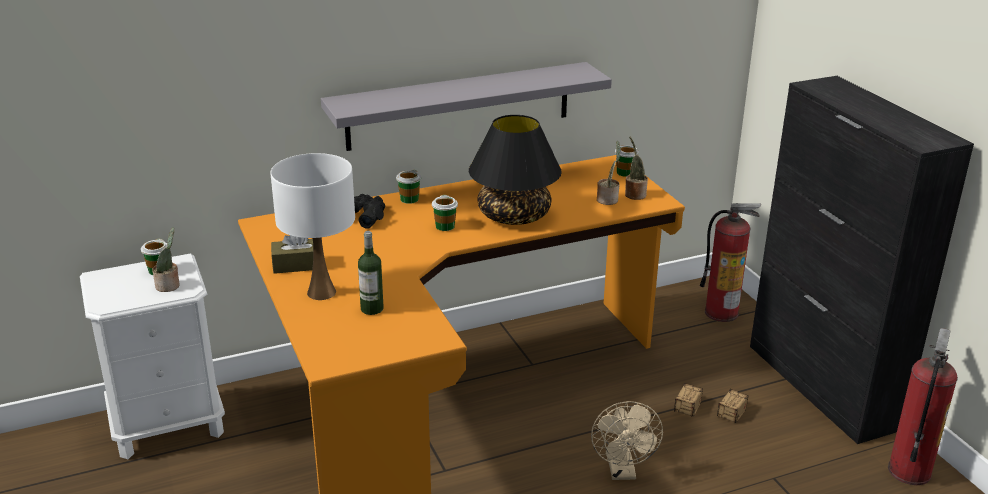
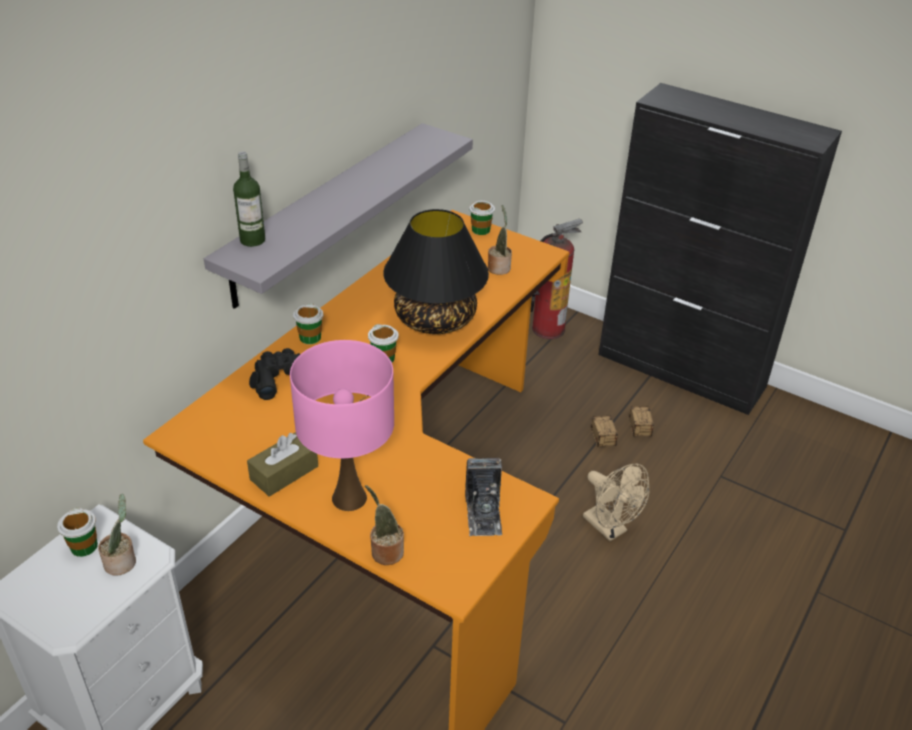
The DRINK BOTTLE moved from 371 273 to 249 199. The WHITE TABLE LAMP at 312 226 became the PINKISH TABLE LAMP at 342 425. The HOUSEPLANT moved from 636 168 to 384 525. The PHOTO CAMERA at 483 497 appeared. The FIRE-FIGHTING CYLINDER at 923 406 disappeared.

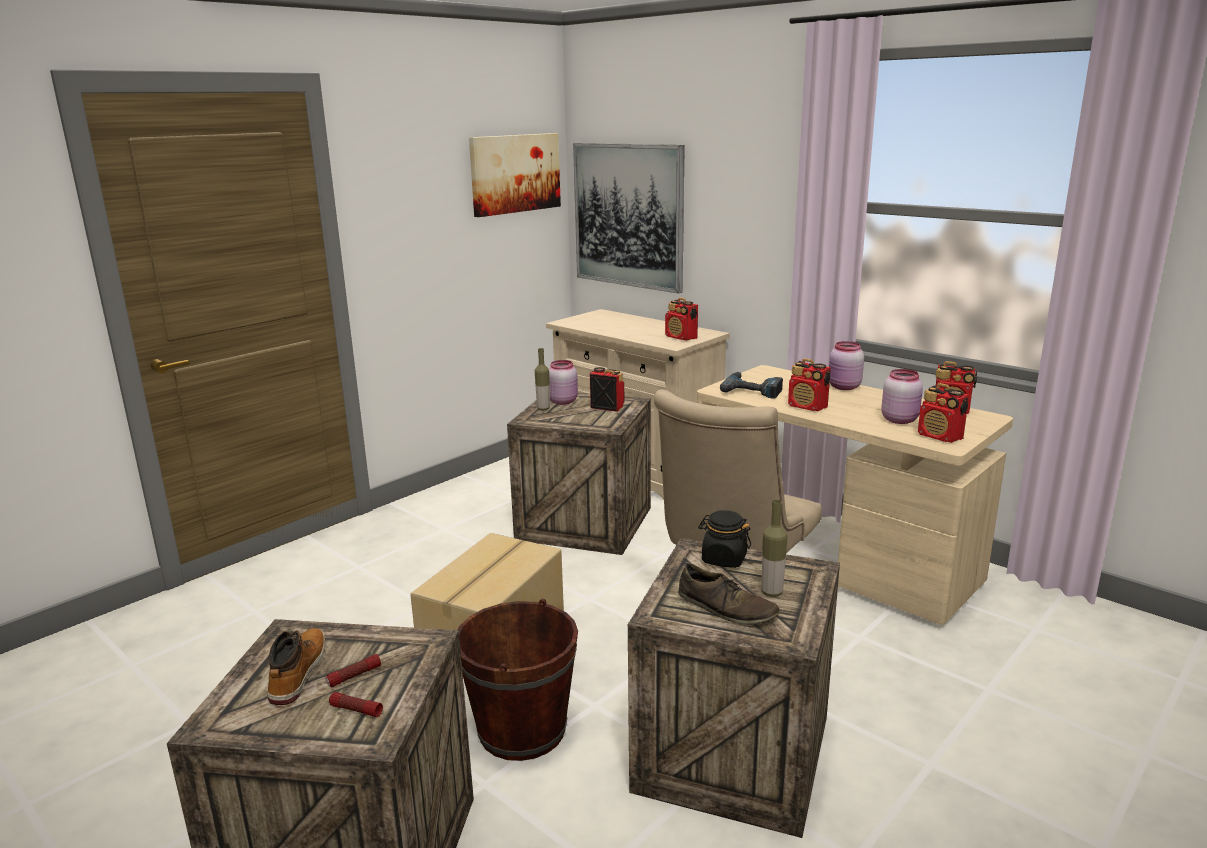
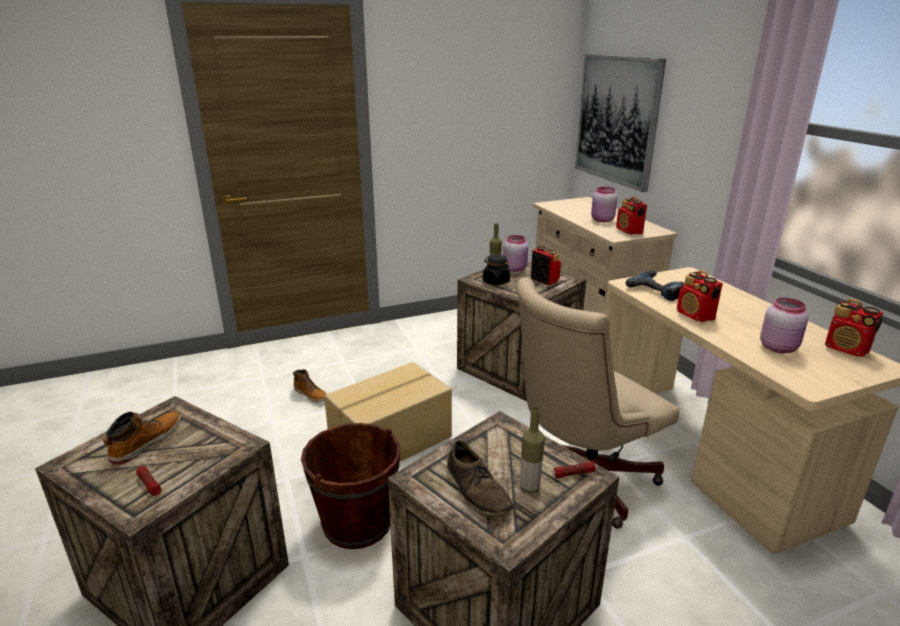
The TALL BOOT at 309 385 appeared. The BLACKISH PRESERVE JAR moved from 724 539 to 496 269. The FLASHLIGHT moved from 353 670 to 574 469. The PINKISH PRESERVE JAR moved from 846 365 to 604 204. The WALL PICTURE at 515 175 disappeared. The RADIO RECEIVER at 943 413 disappeared.

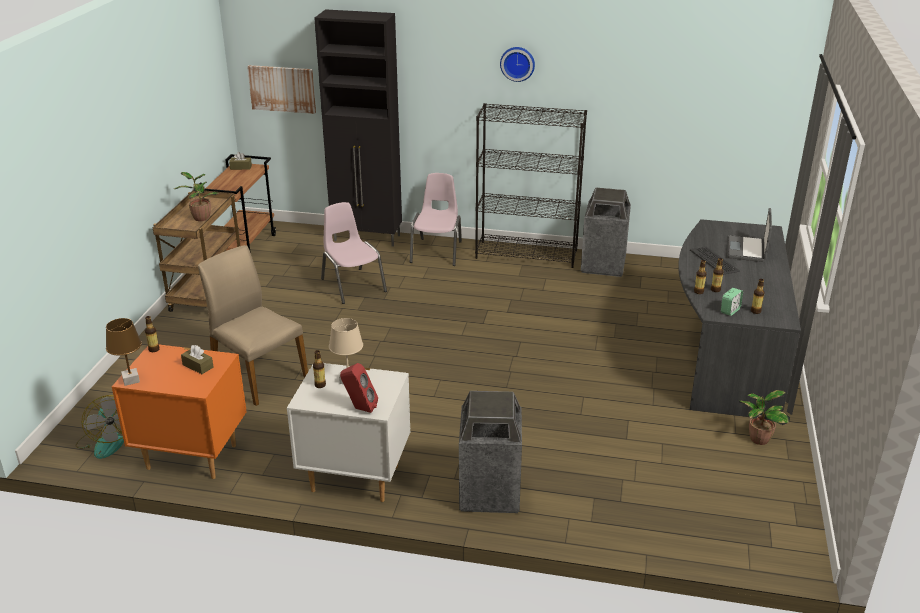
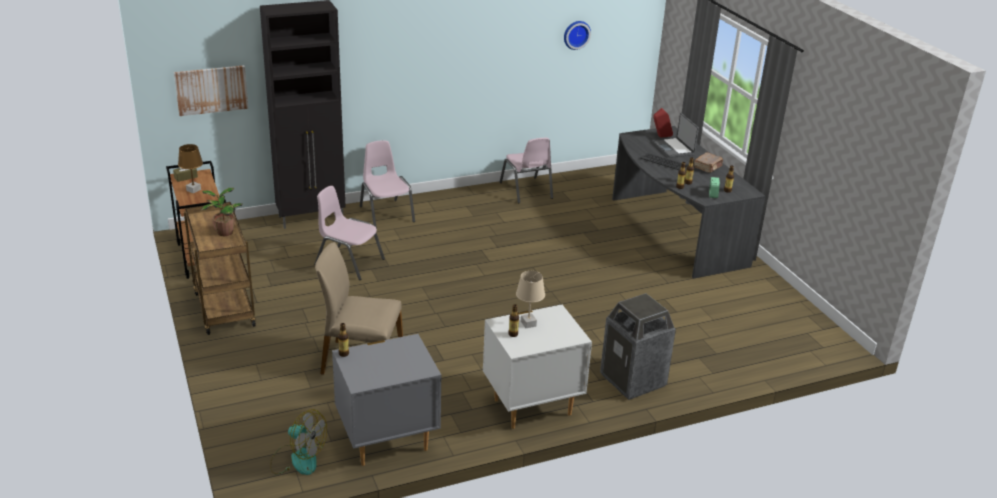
The BROWNISH TABLE LAMP moved from 124 352 to 190 169. The ORANGE-COLOURED NIGHTSTAND at 179 411 became the GRAY NIGHTSTAND at 386 400. The RUBBISH BIN at 606 232 was replaced by the PINKISH CHAIR at 526 170. The WALL CLOCK moved from 517 64 to 577 35. The REDDISH AUDIO SPEAKER moved from 359 388 to 663 122. The BROWNISH BOOK at 708 162 appeared. The BROWNISH TISSUE BOX at 197 359 disappeared. The BLACKISH BOOKSHELF at 531 185 disappeared. The HOUSEPLANT at 764 417 disappeared.

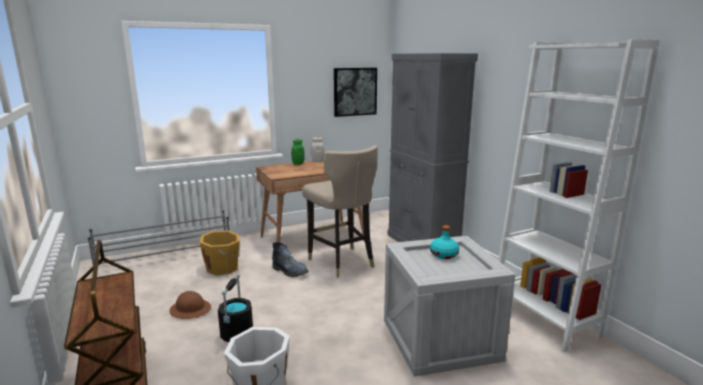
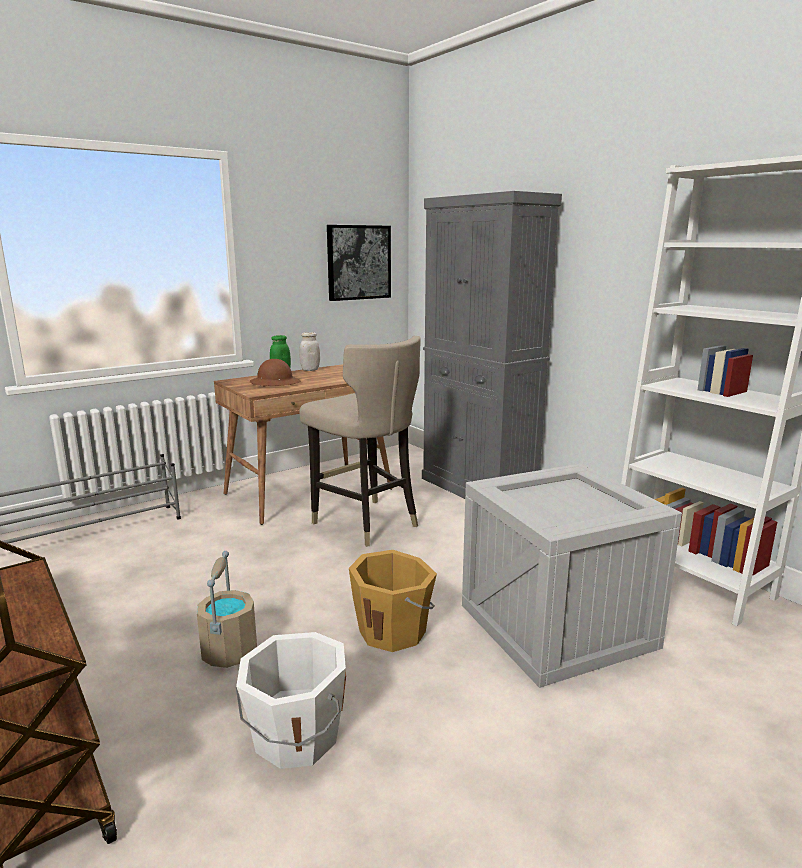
The BLACKISH WATER BUCKET at 235 308 became the SAND-COLOURED WATER BUCKET at 227 609. The BROWNISH SAFETY HELMET moved from 190 305 to 275 373. The ORANGE-COLOURED WATER BUCKET moved from 220 252 to 393 601. The TALL BOOT at 290 259 disappeared. The BLUE-GREEN DRINK BOTTLE at 444 242 disappeared.

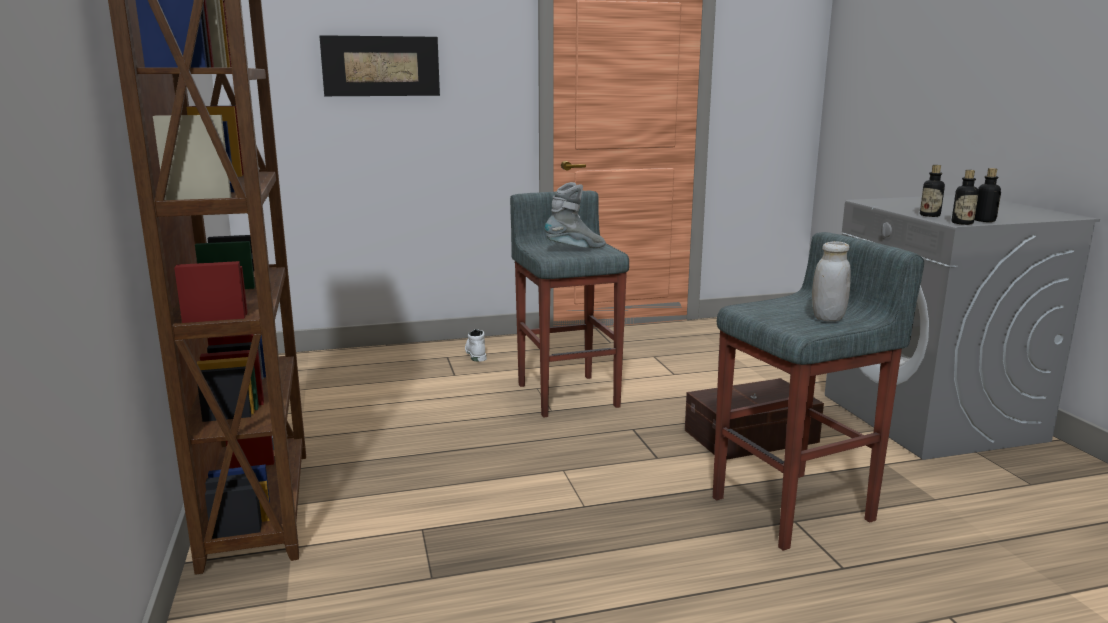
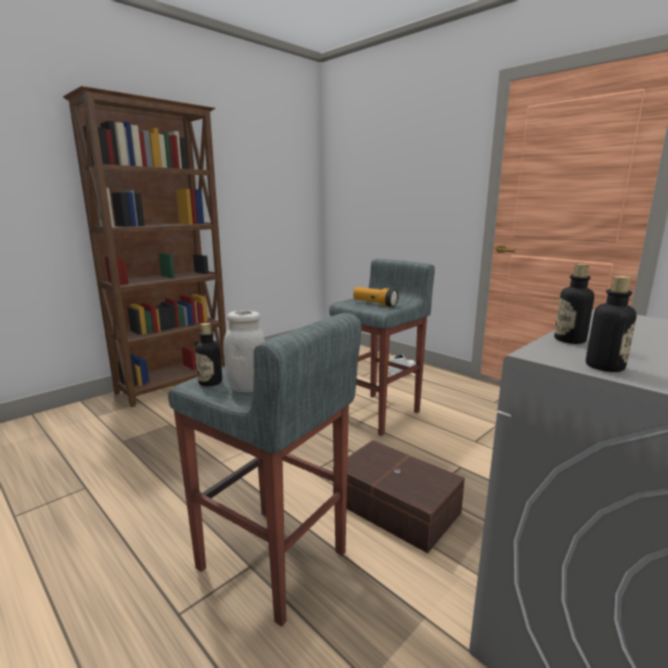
The DRINK BOTTLE moved from 965 197 to 208 354. The GRAY TALL BOOT at 575 215 was replaced by the FLASHLIGHT at 376 297. The WALL PICTURE at 379 65 disappeared.

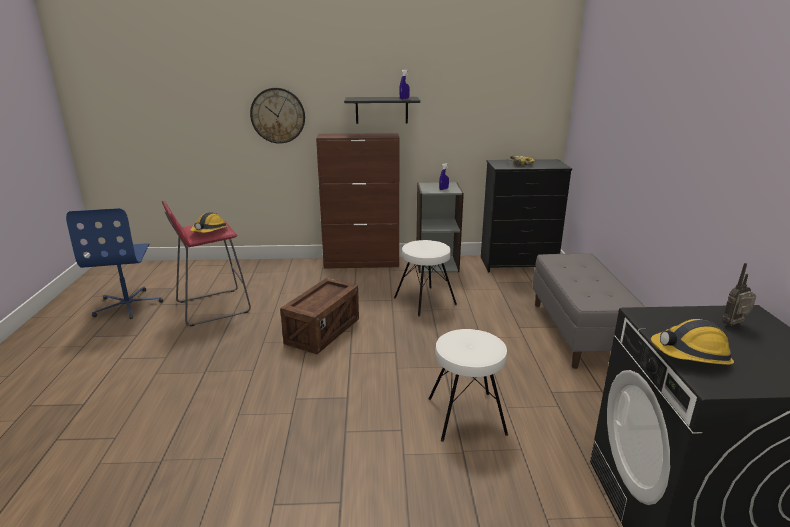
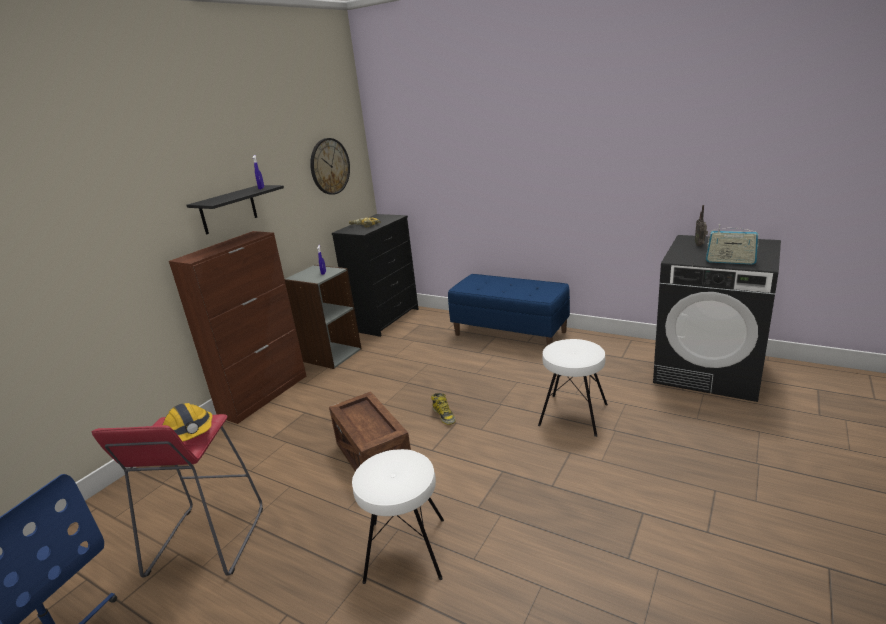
The WALL CLOCK moved from 277 116 to 330 166. The WHITE STOOL SEAT moved from 425 278 to 398 516. The TALL BOOT at 443 409 appeared. The GRAY BENCH at 588 311 became the BLUISH BENCH at 509 309. The SAFETY HELMET at 692 342 was replaced by the RADIO RECEIVER at 732 245.

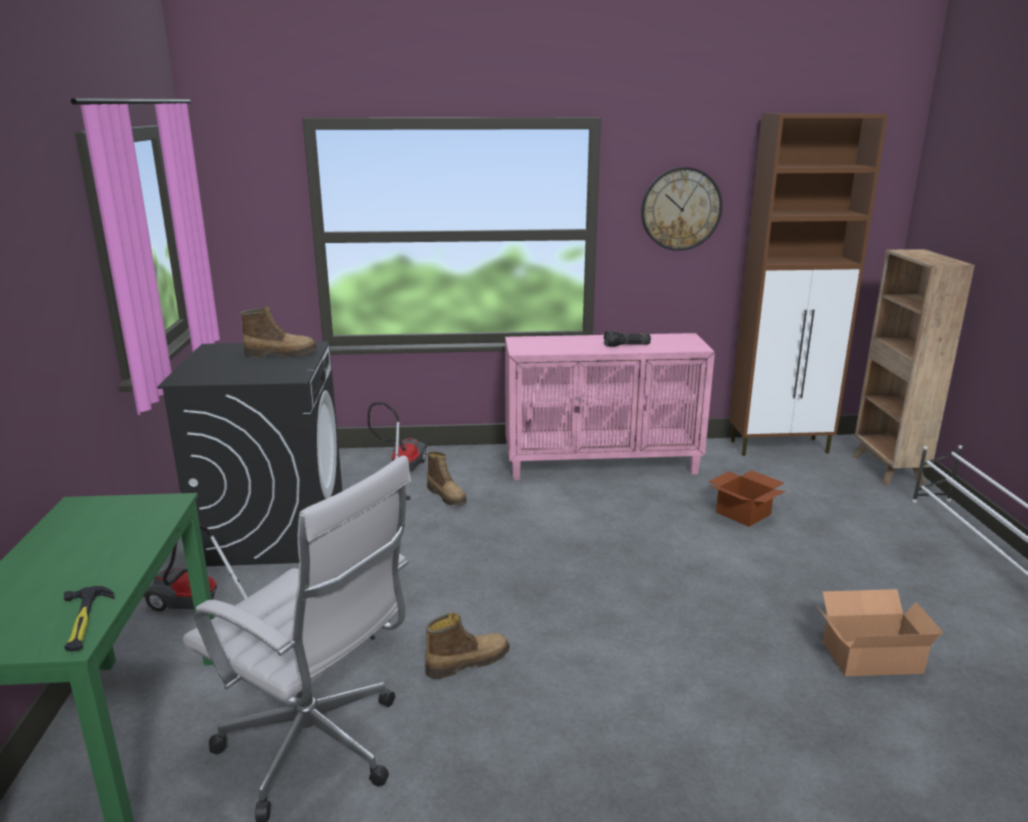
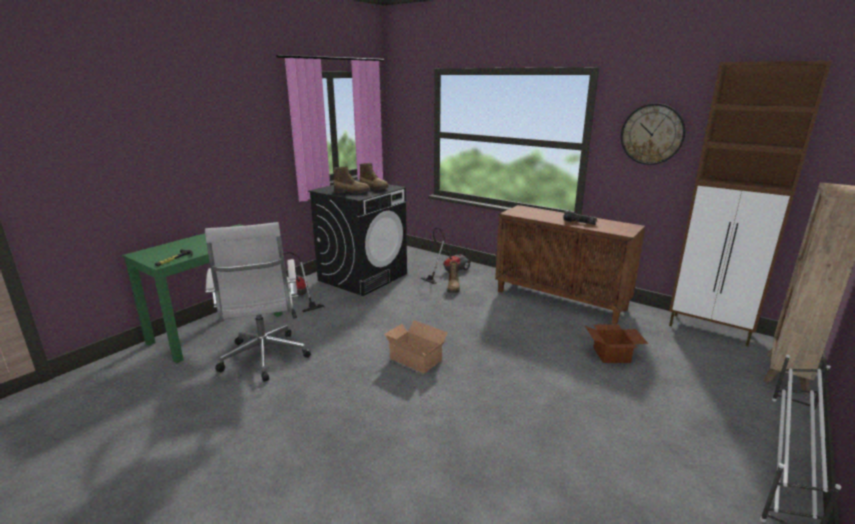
The TALL BOOT moved from 467 646 to 351 180. The PACKING BOX moved from 880 632 to 416 346. The PINKISH CABINET at 610 406 became the BROWNISH CABINET at 570 264.

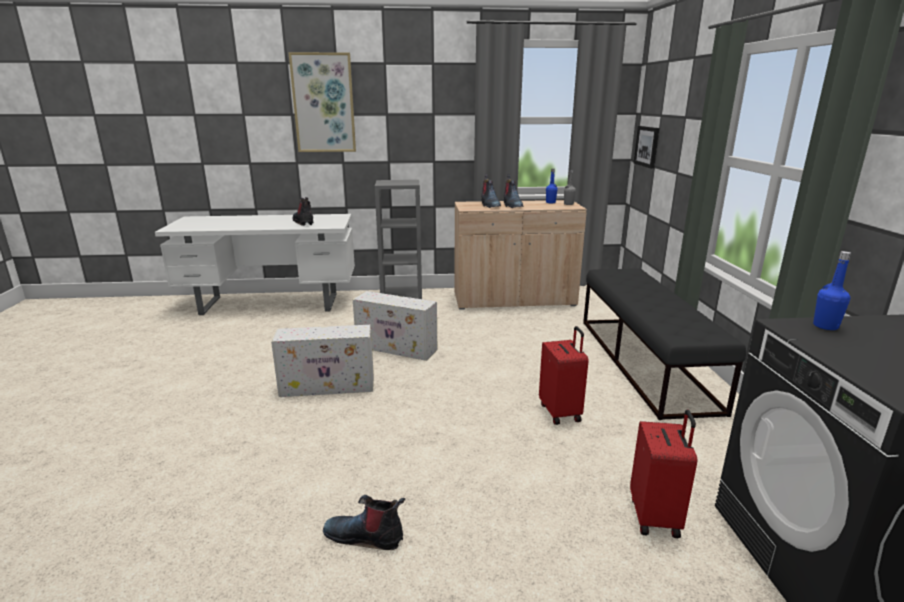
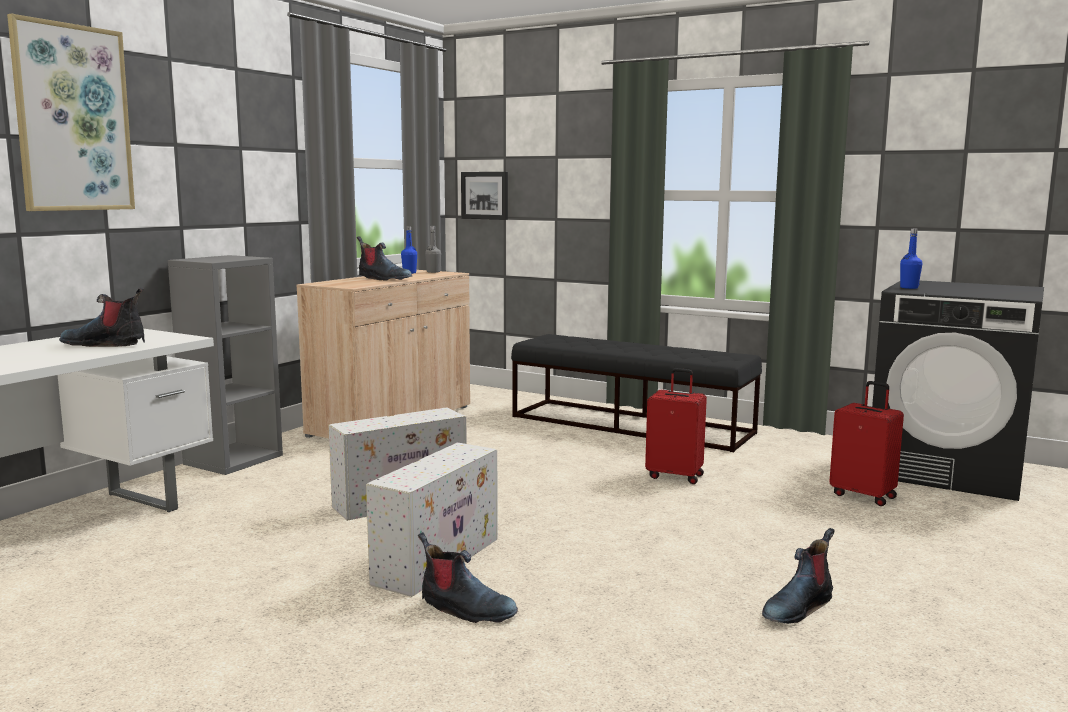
The TALL BOOT moved from 491 191 to 468 577.

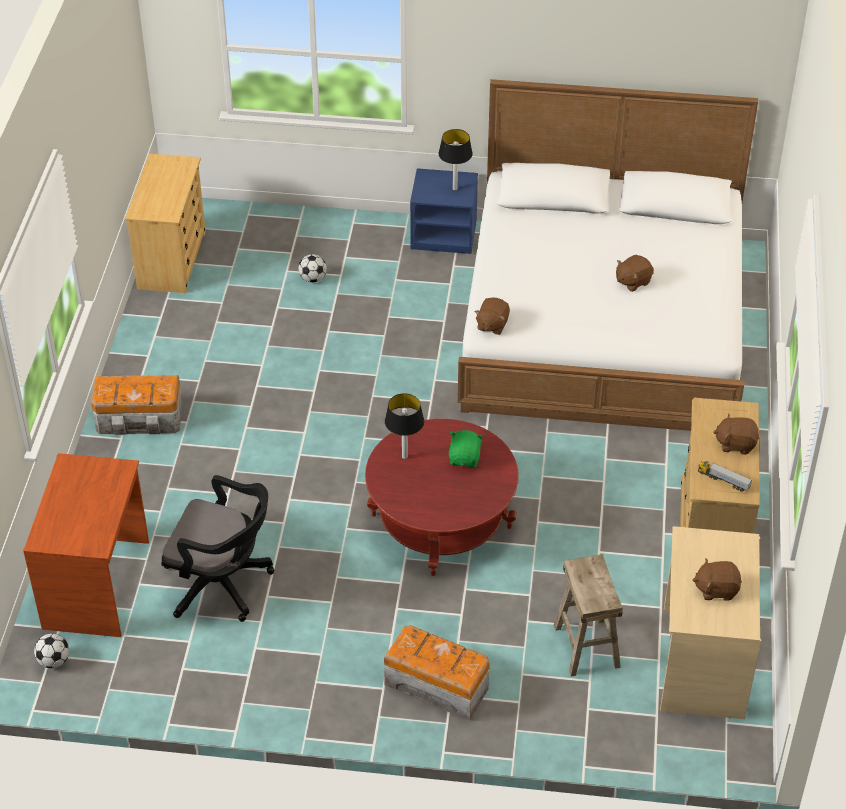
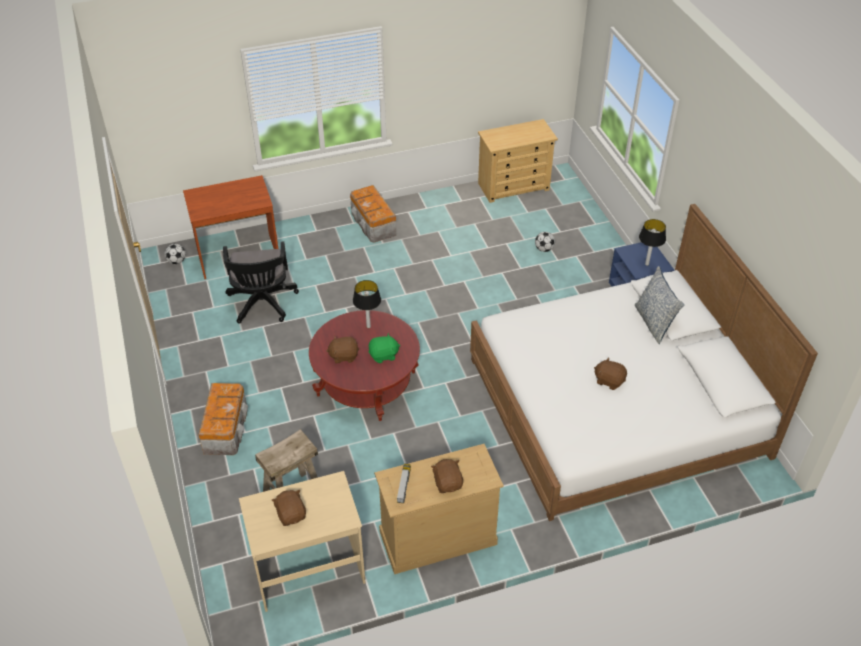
The BROWNISH CUDDLY TOY moved from 492 316 to 342 349. The CUSHION at 659 305 appeared.

